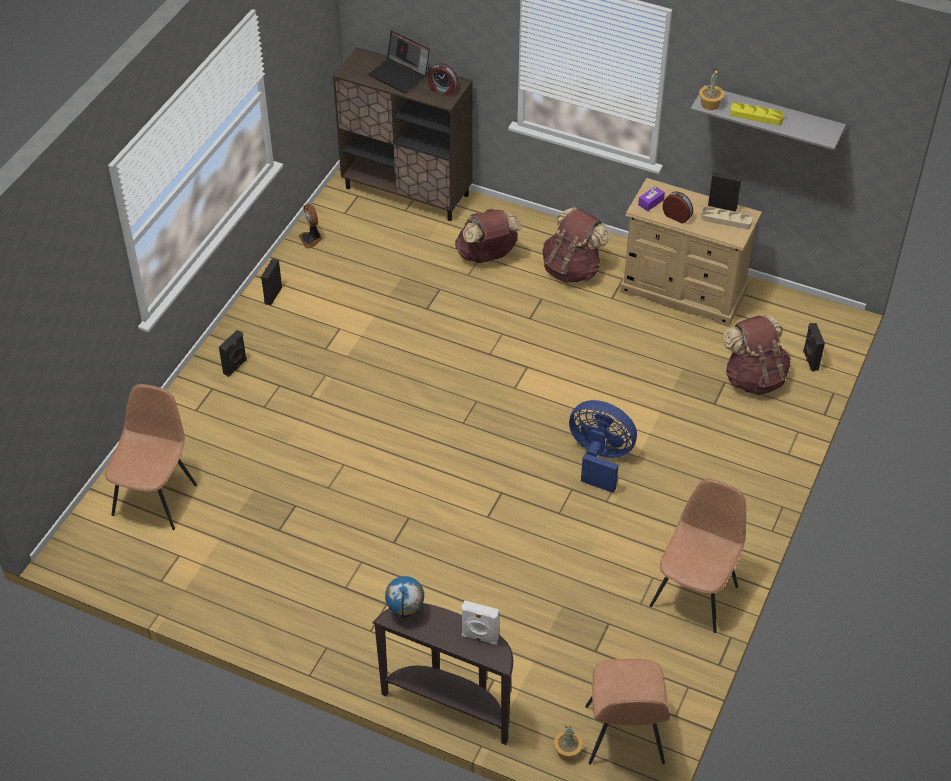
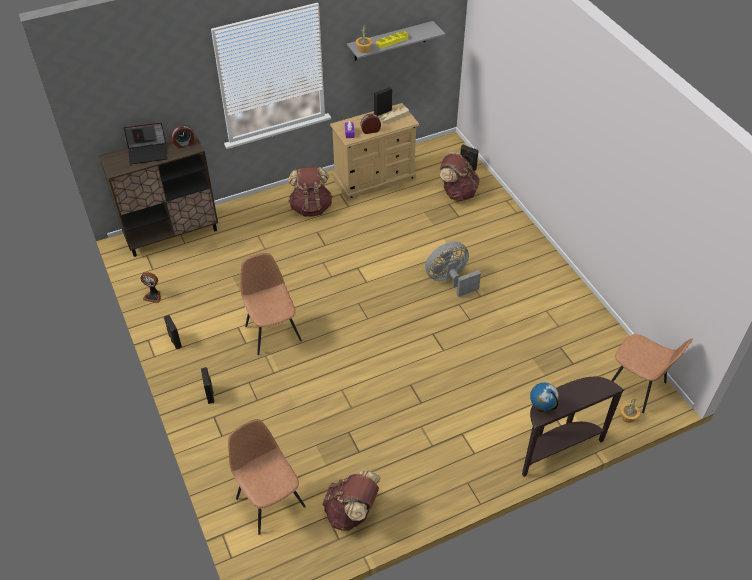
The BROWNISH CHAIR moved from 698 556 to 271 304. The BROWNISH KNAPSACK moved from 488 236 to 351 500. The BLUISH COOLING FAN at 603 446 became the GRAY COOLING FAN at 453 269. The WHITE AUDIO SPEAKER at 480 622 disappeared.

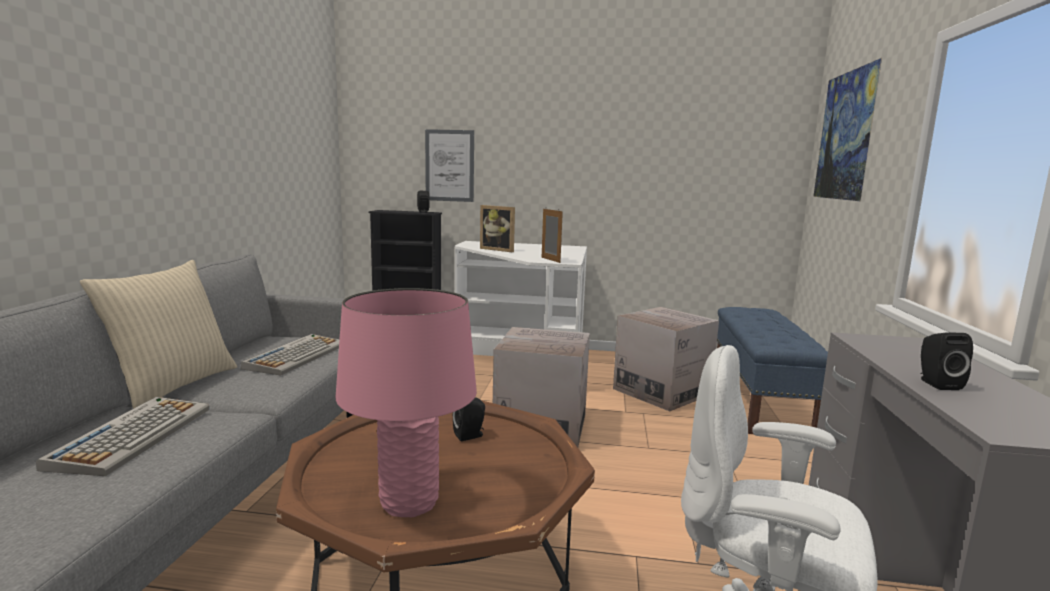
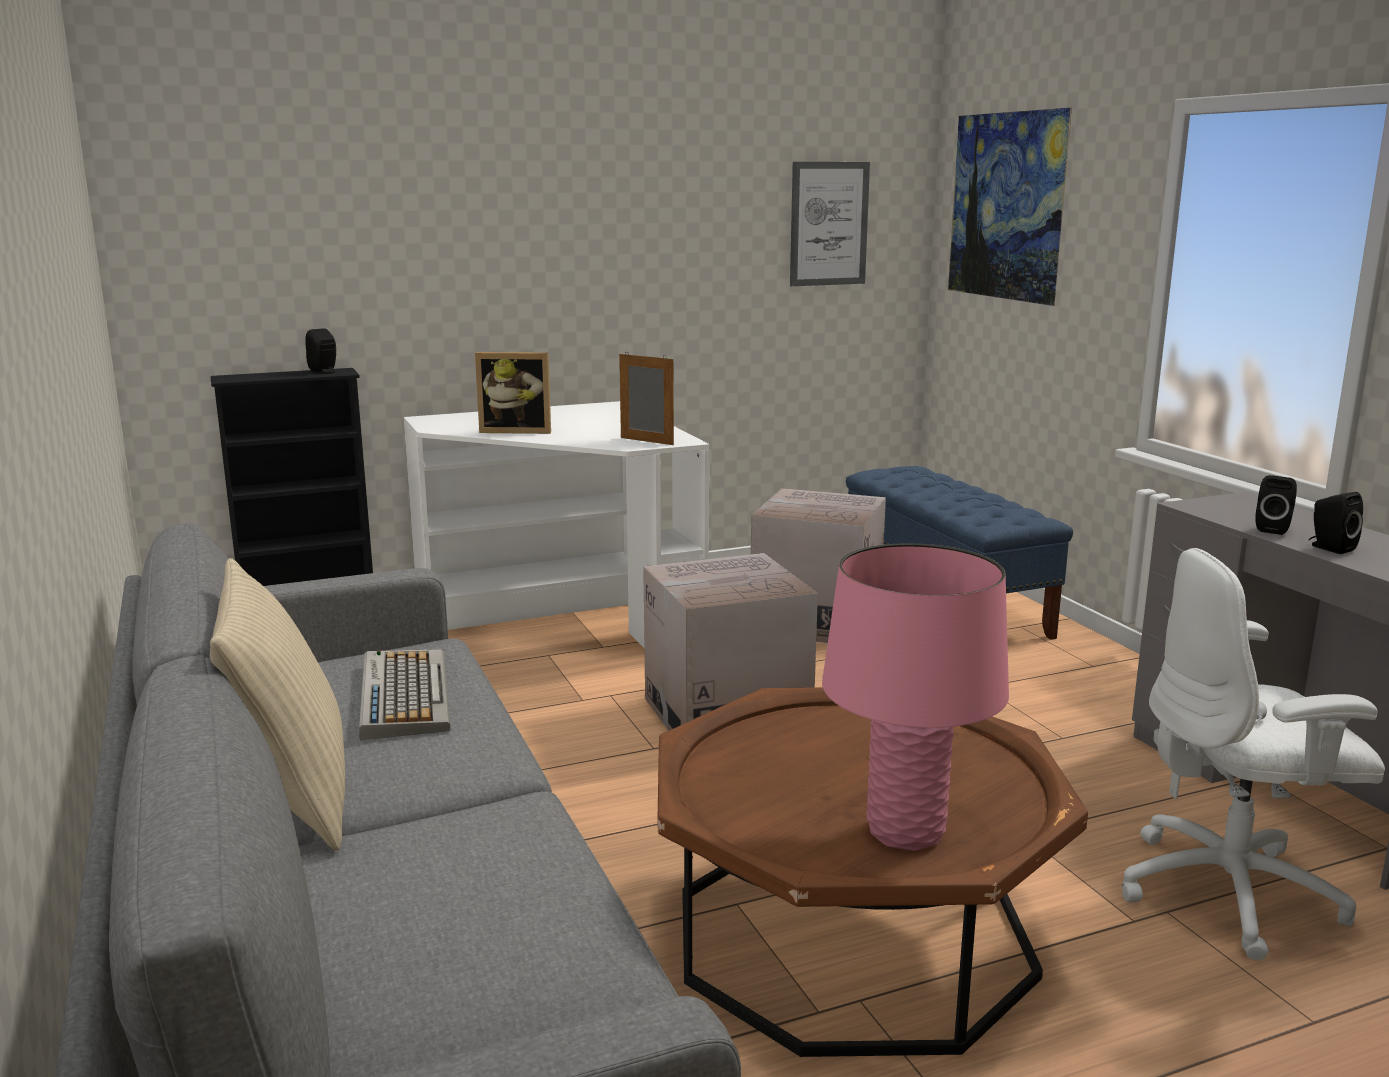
The WALL PICTURE moved from 449 165 to 830 224. The BLACKISH AUDIO SPEAKER moved from 469 419 to 1276 505. The PC KEYBOARD at 122 436 disappeared.

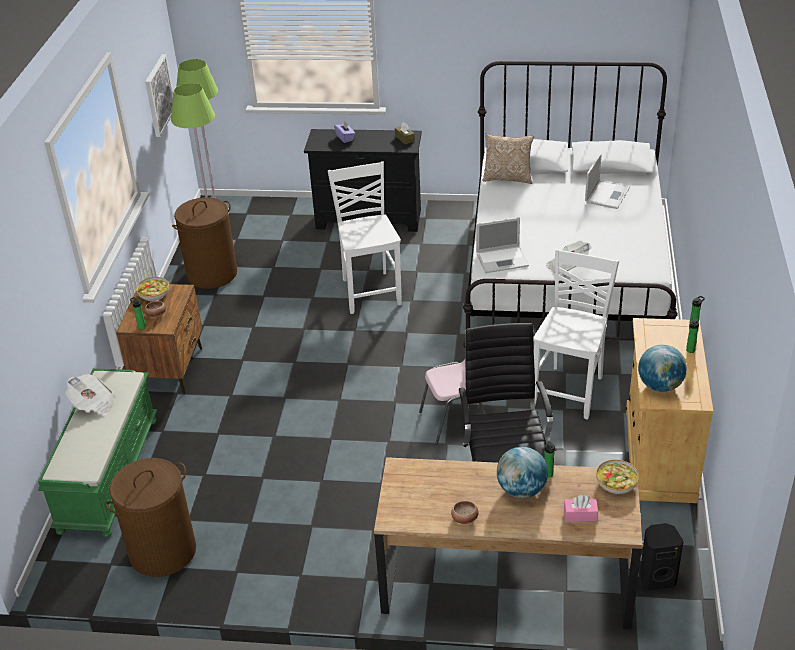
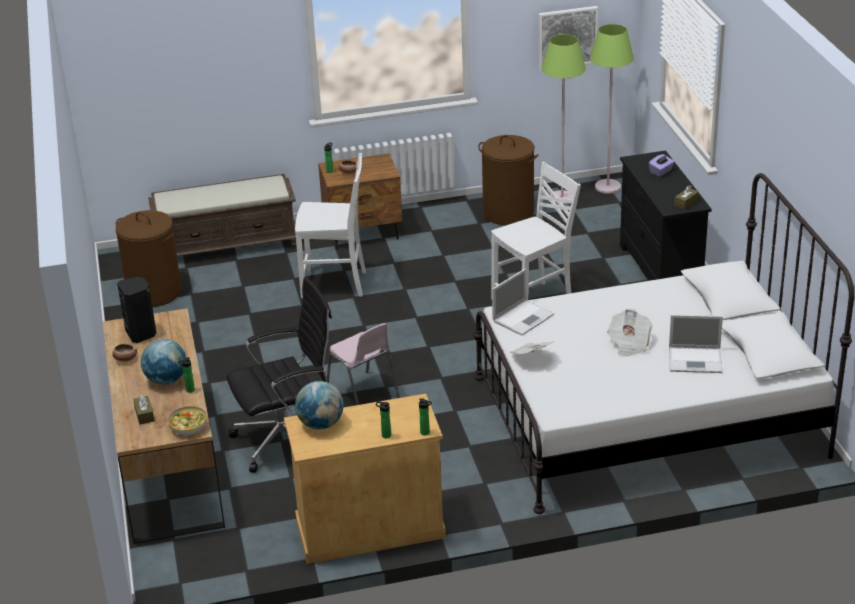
The BLACKISH AUDIO SPEAKER moved from 662 556 to 136 310. The PINKISH TISSUE BOX at 581 508 became the BROWNISH TISSUE BOX at 144 409. The GREEN BENCH at 97 453 became the BROWNISH BENCH at 222 215. The WHITE CHAIR moved from 576 334 to 330 225. The LAPTOP at 502 245 turned 105 degrees counterclockwise. The DAILY PAPER moved from 91 395 to 630 333. The DEEP DISH at 152 289 disappeared. The CUSHION at 508 159 disappeared.

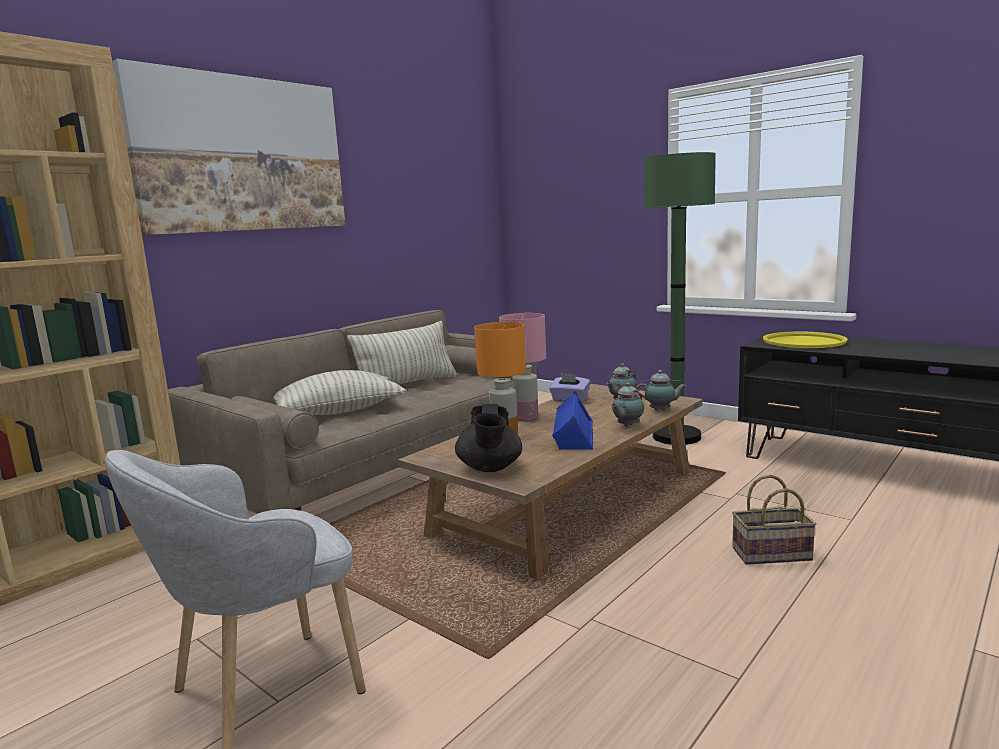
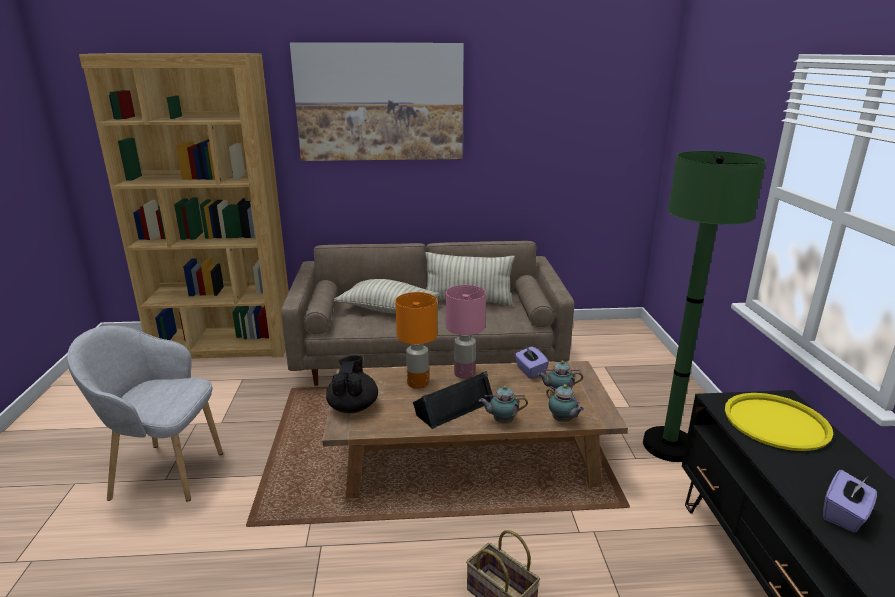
The BLACKISH TEAPOT at 488 438 turned 135 degrees clockwise. The BLUISH AUDIO SPEAKER at 572 420 became the BLACKISH AUDIO SPEAKER at 453 400. The PURPLISH TISSUE BOX at 850 501 appeared.

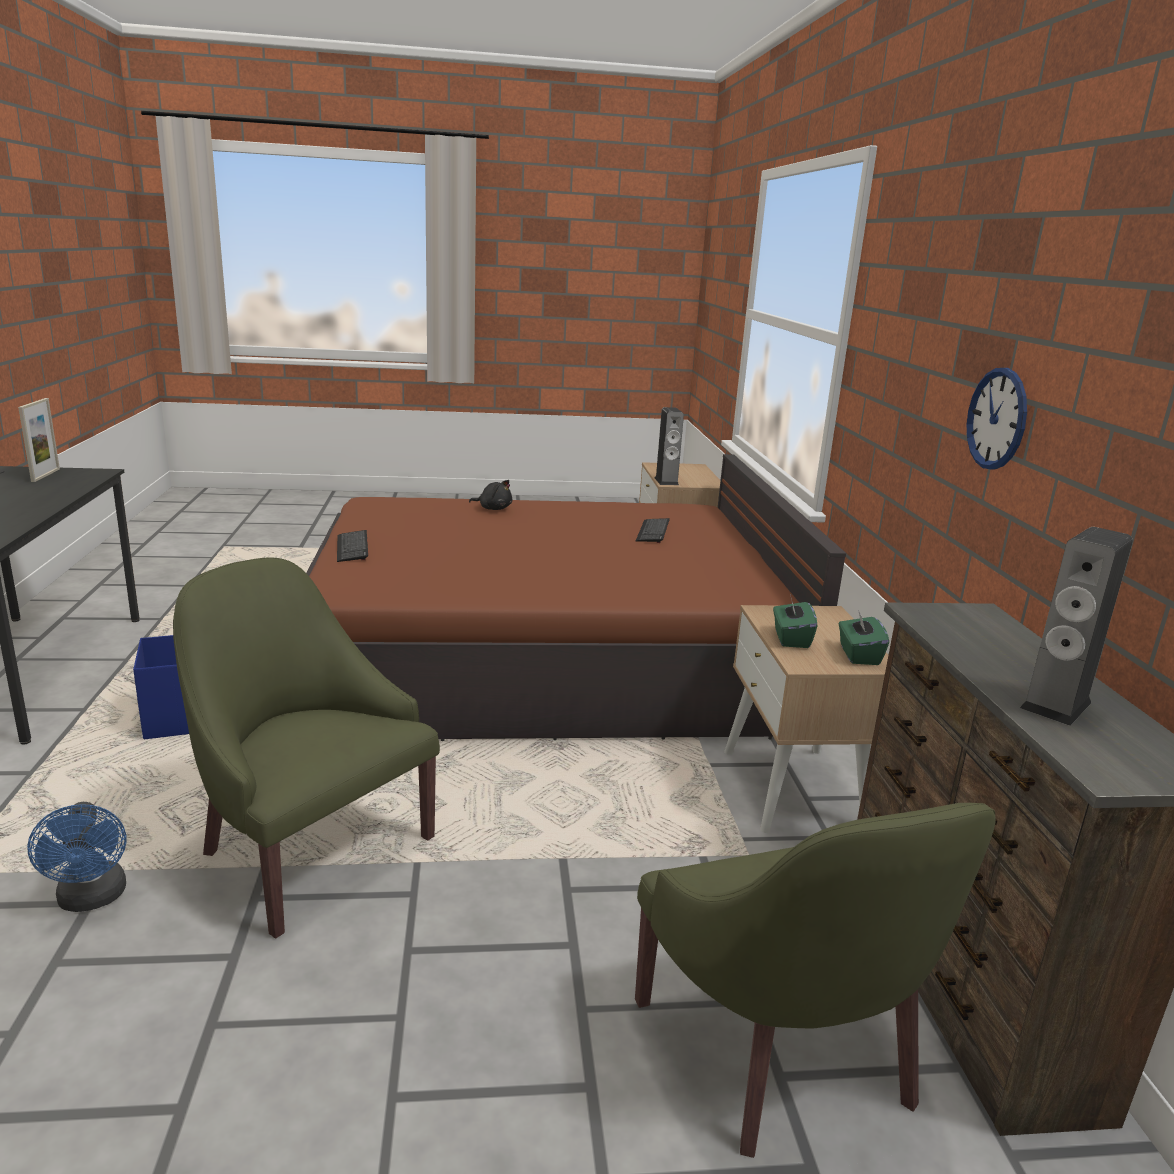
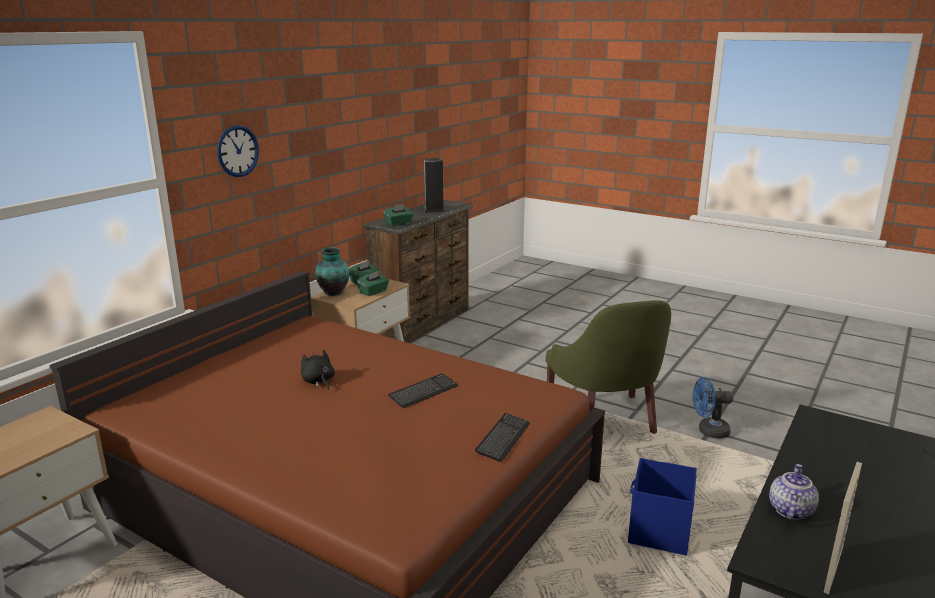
The WALL CLOCK moved from 997 419 to 238 151. The BLACKISH CUDDLY TOY moved from 490 495 to 318 370. The VASE at 332 271 appeared. The GREEN TISSUE BOX at 398 215 appeared. The PC KEYBOARD moved from 653 530 to 423 390. The BLUISH COOLING FAN at 77 857 turned 105 degrees counterclockwise. The TEAPOT at 794 492 appeared. The GREEN ARMCHAIR at 815 980 disappeared. The AUDIO SPEAKER at 669 446 disappeared.

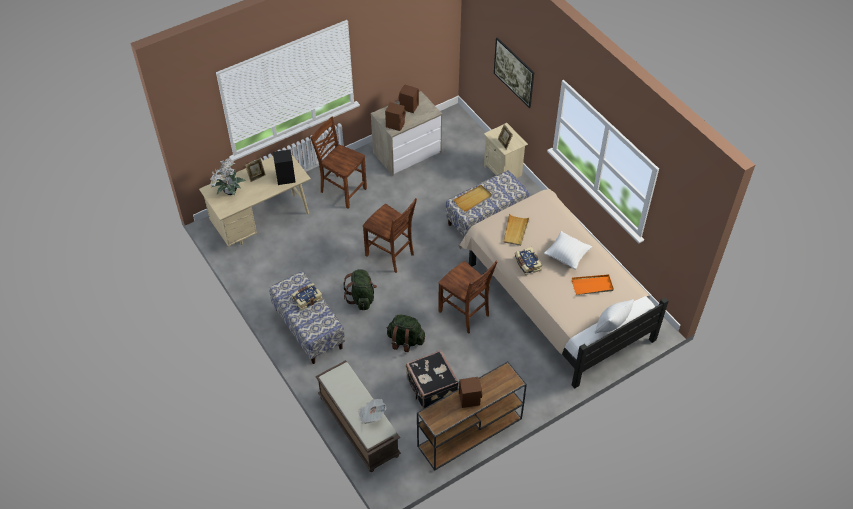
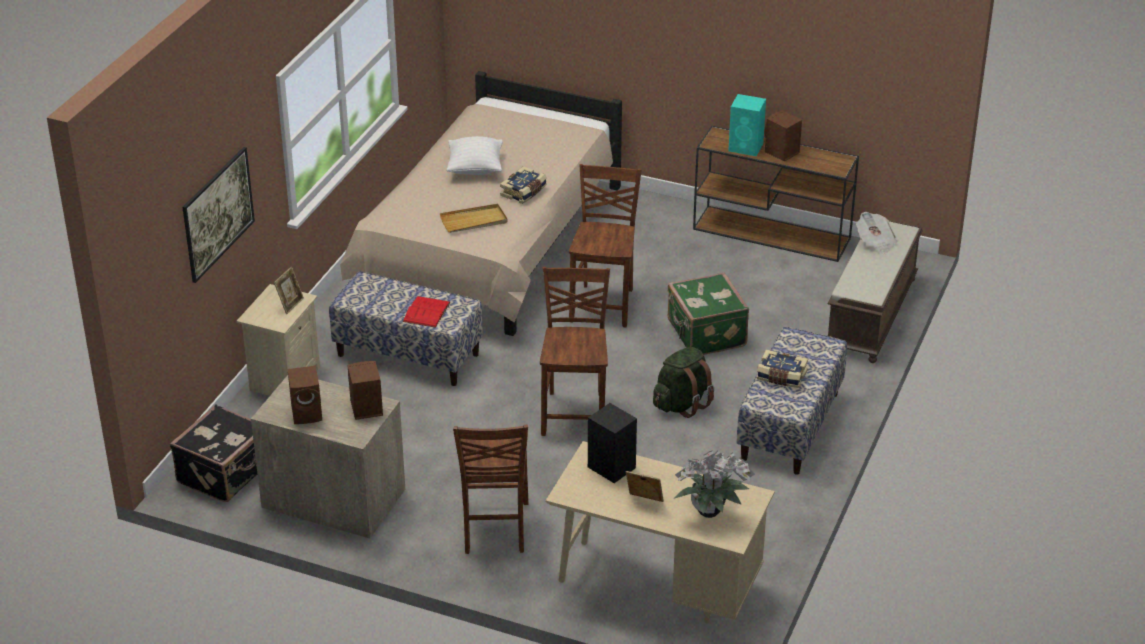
The BLACKISH PIECE OF LUGGAGE moved from 432 379 to 213 453. The SAND-COLOURED CARRYING TRAY at 473 198 was replaced by the REDDISH BOOK at 427 312. The GREEN KNAPSACK at 405 333 was replaced by the GREEN PIECE OF LUGGAGE at 708 314. The BLUE-GREEN AUDIO SPEAKER at 747 125 appeared. The ORANGE-COLOURED CARRYING TRAY at 593 285 disappeared. The WHITE CUSHION at 614 316 disappeared.

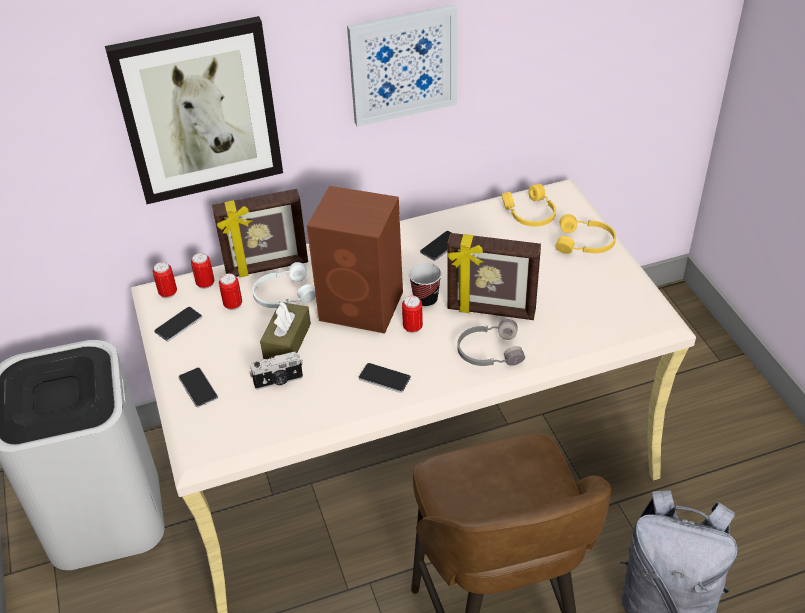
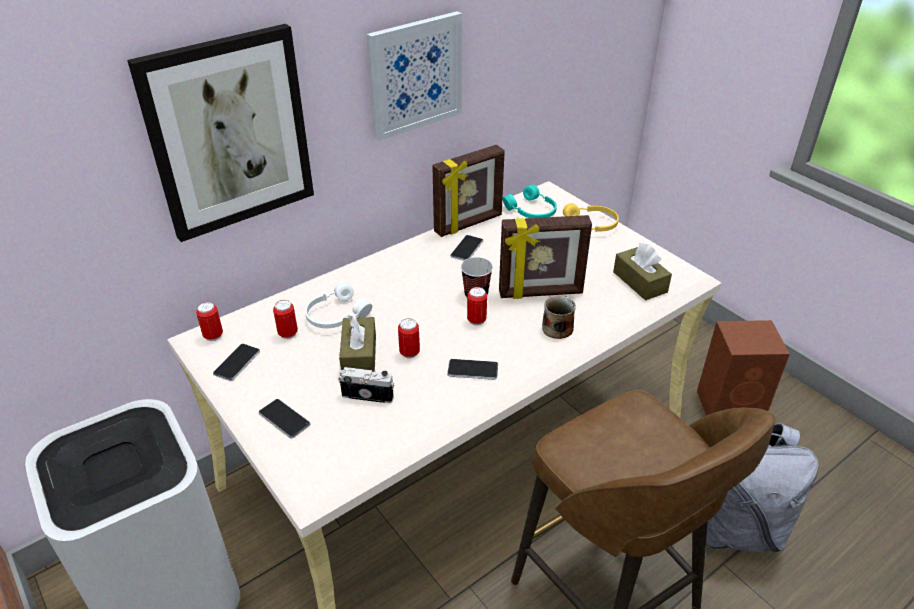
The PHOTO CAMERA at 276 371 turned 135 degrees counterclockwise. The SEALED CAN moved from 202 271 to 409 338. The PHOTO FRAME moved from 260 233 to 468 191. The YELLOWISH PAIR OF HEADPHONES at 528 205 became the BLUE-GREEN PAIR OF HEADPHONES at 530 201. The GRAY PAIR OF HEADPHONES at 491 342 was replaced by the TEA MUG at 559 317. The BROWNISH TISSUE BOX at 642 272 appeared. The BROWNISH AUDIO SPEAKER moved from 355 260 to 743 368.

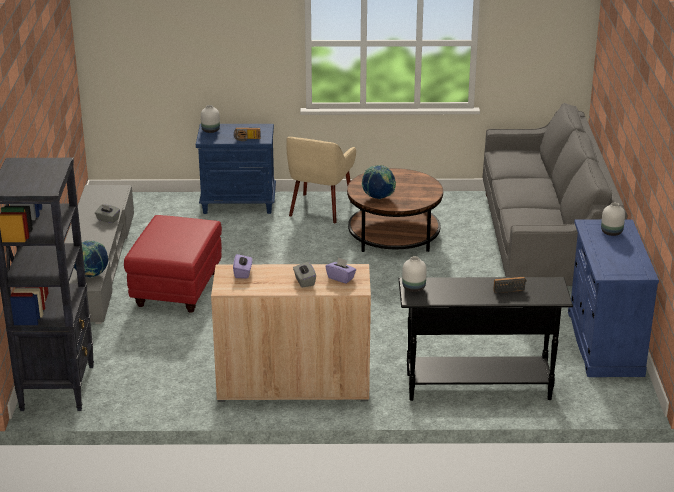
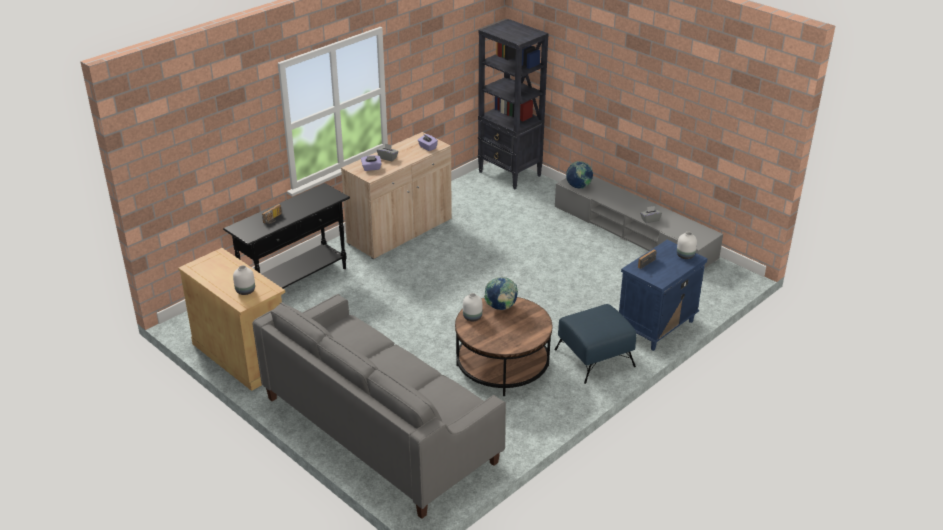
The BLUISH CABINET at 613 298 became the SAND-COLOURED CABINET at 231 319. The WHITE VASE moved from 414 274 to 473 307. The SAND-COLOURED ARMCHAIR at 321 180 was replaced by the BLUISH FOOTREST at 595 344. The REDDISH FOOTREST at 173 264 disappeared.

